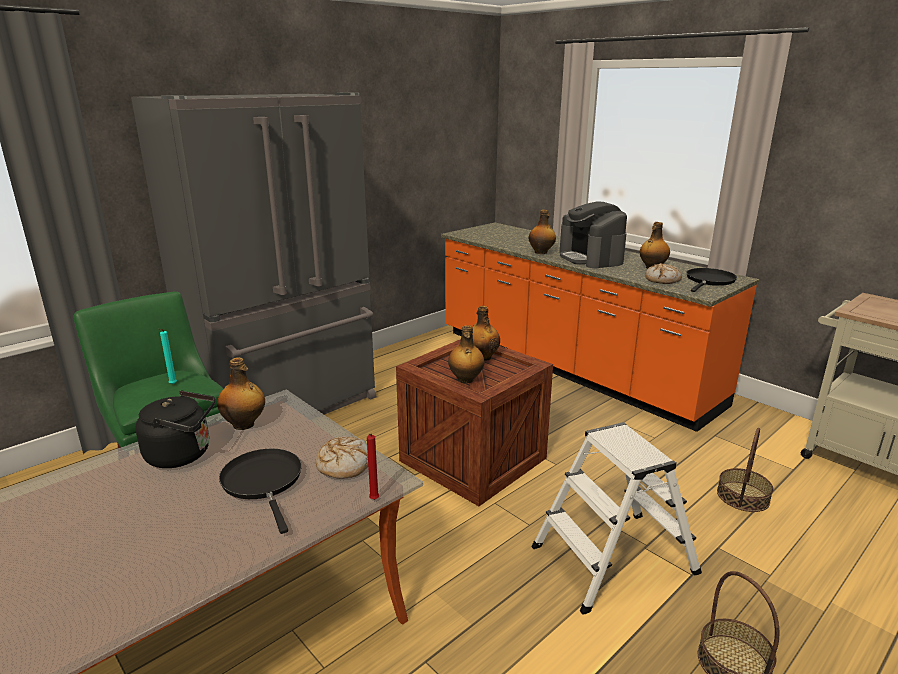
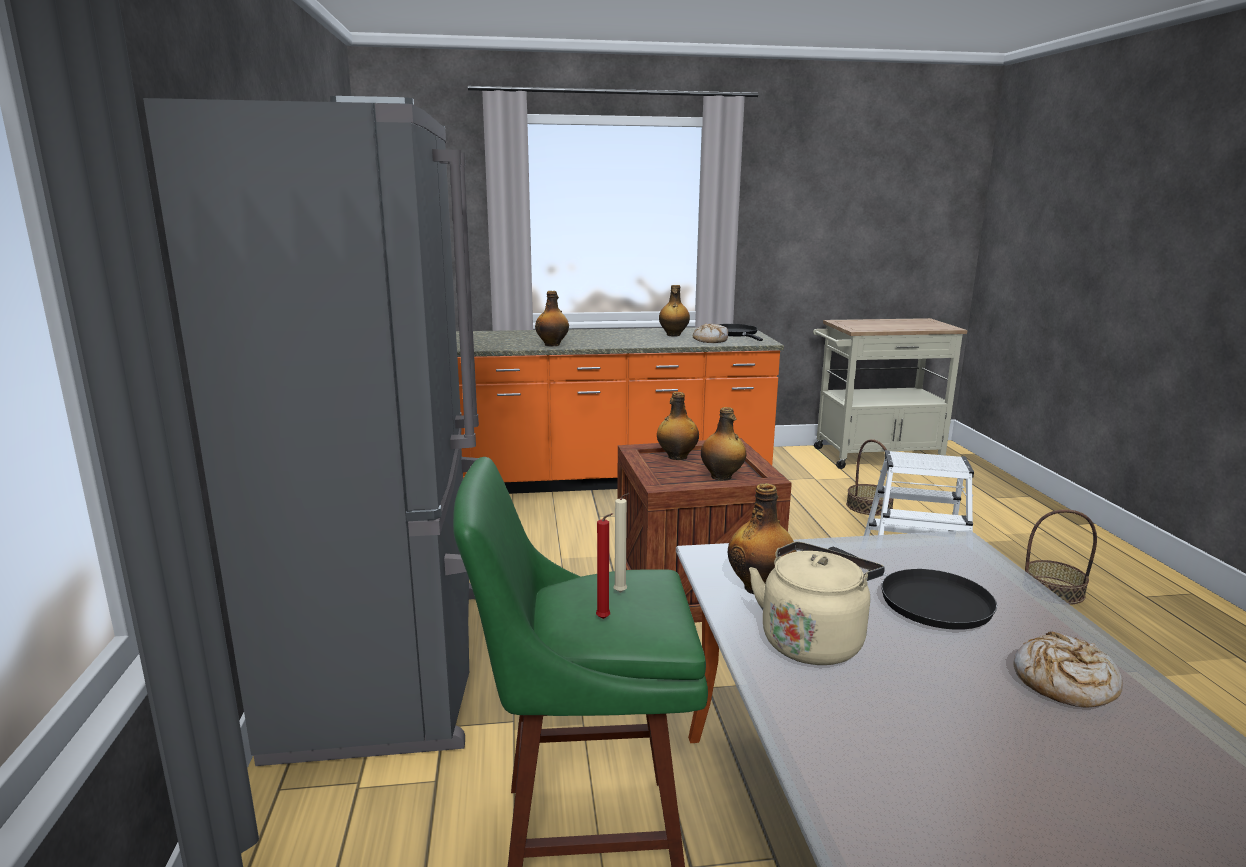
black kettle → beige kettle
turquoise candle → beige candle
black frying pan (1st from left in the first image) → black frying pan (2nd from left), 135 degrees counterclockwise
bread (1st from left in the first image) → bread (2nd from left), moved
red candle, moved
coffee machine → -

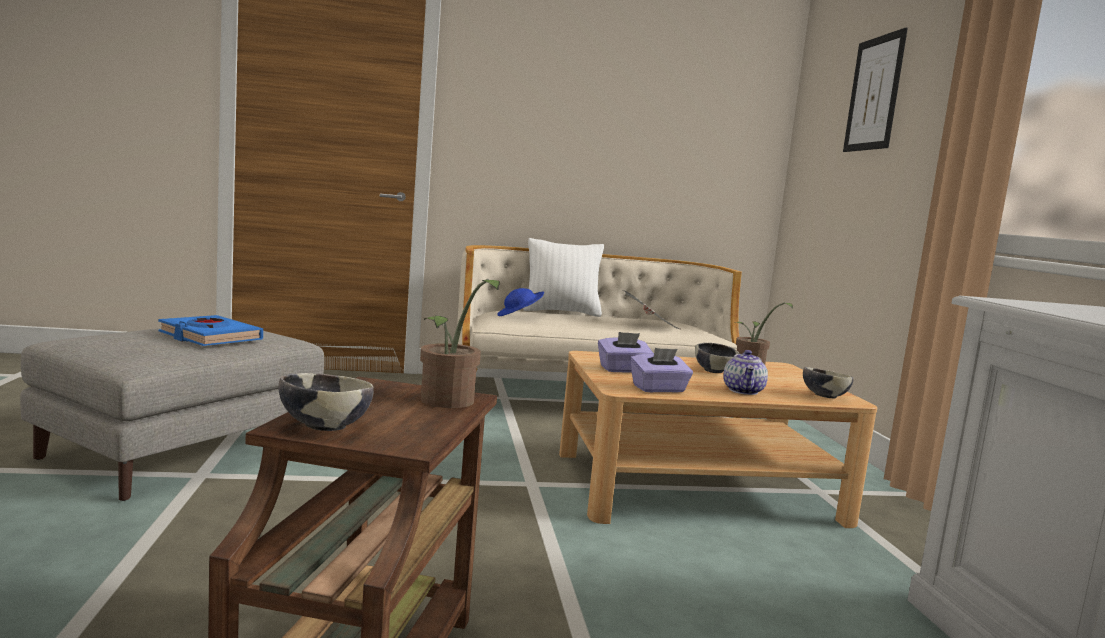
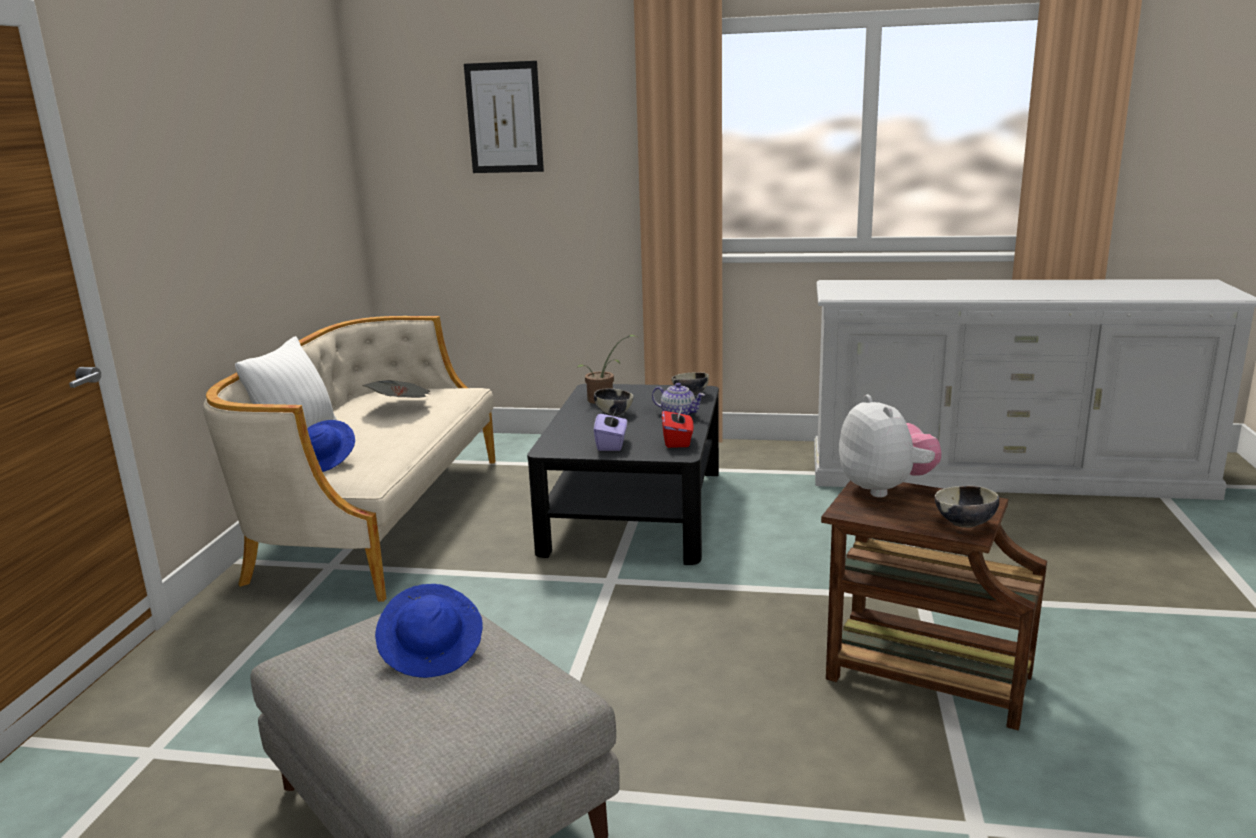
blue book → blue hat (2nd from left)
potted plant (1st from left) → plush toy
beige coffee table → black coffee table
purple tissue box (2nd from left) → red tissue box

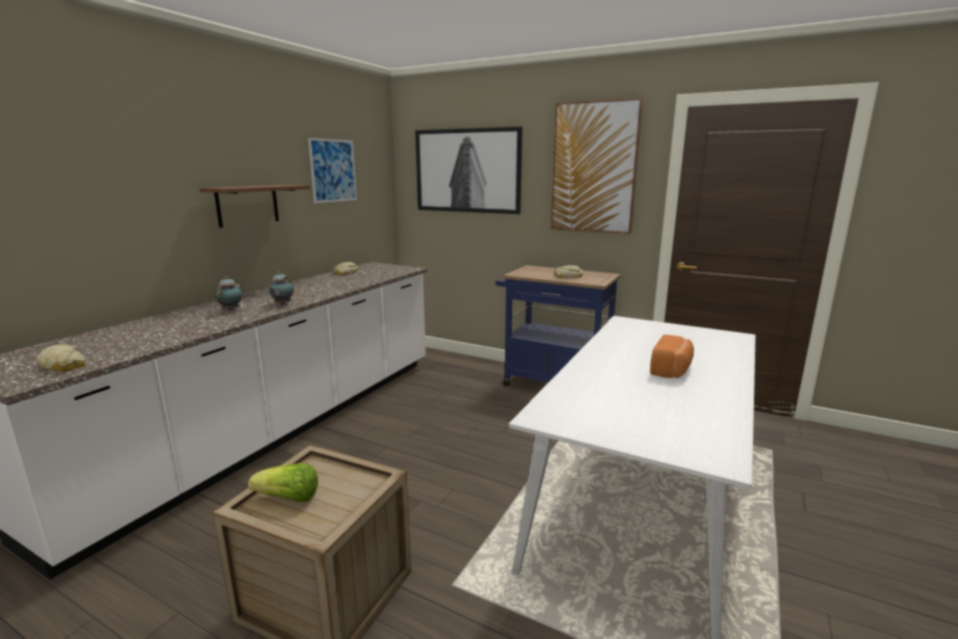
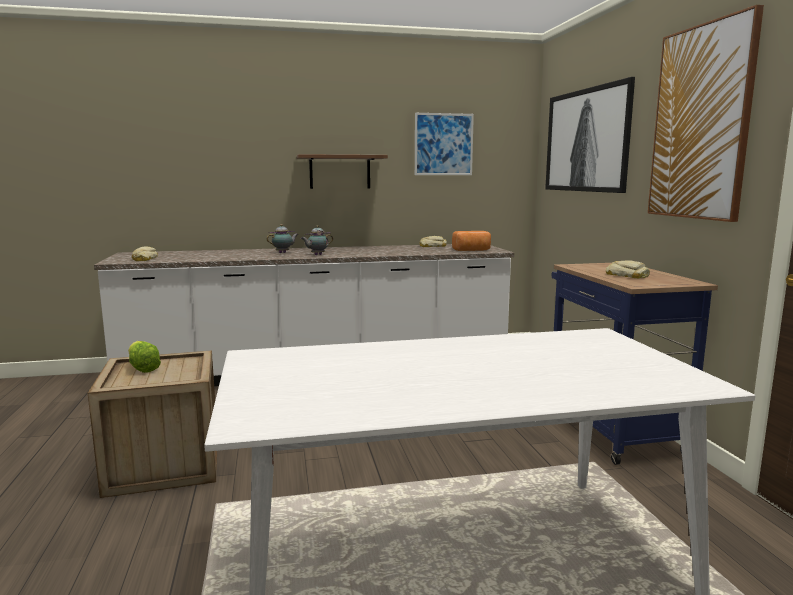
bread (4th from left in the first image) → bread (3rd from left), moved

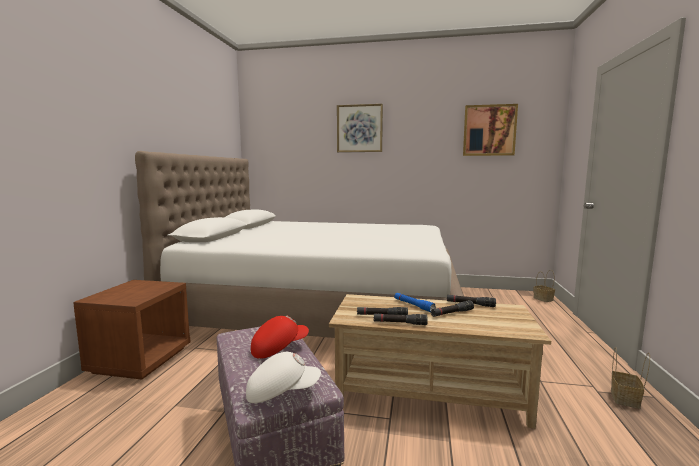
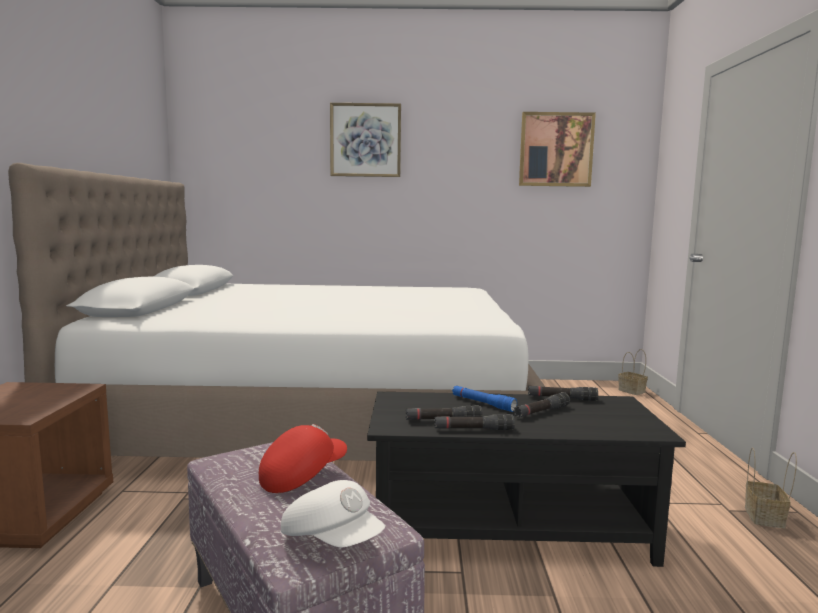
white cap, 60 degrees clockwise
beige coffee table → black coffee table

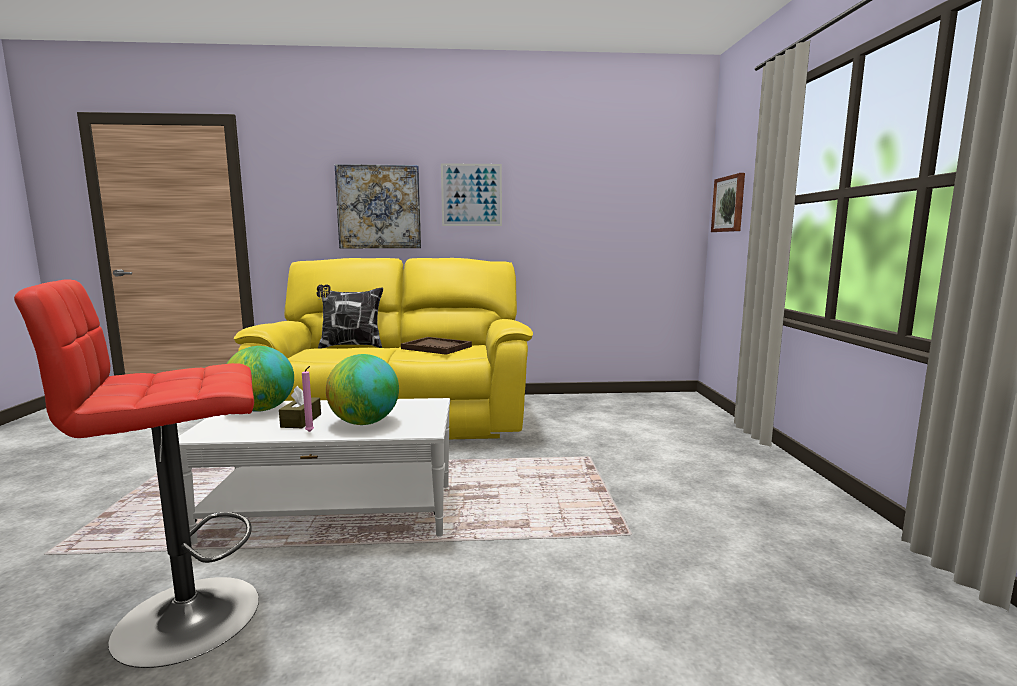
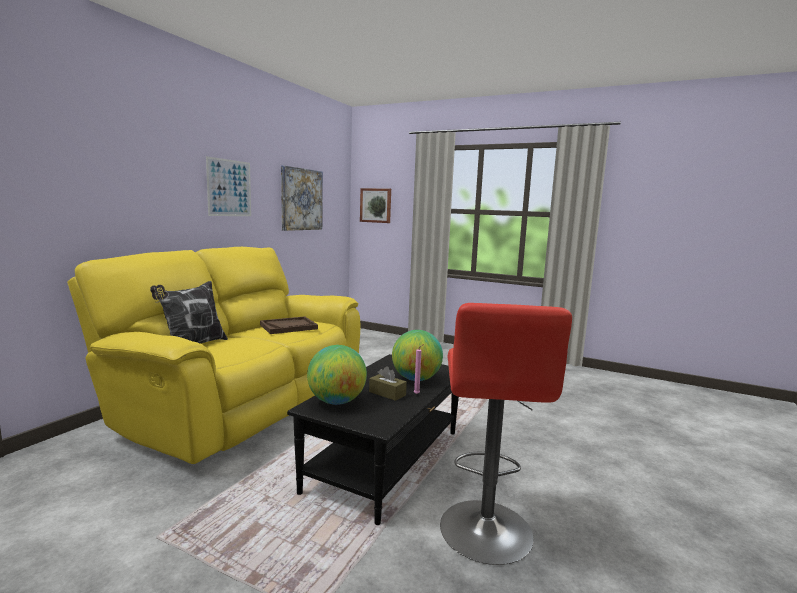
white coffee table → black coffee table
picture (1st from left in the first image) → picture (2nd from left), moved

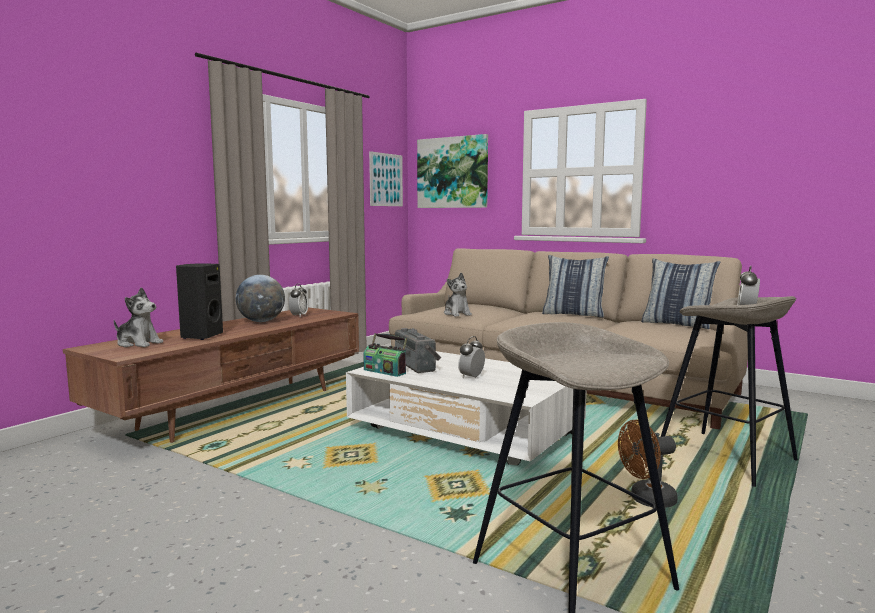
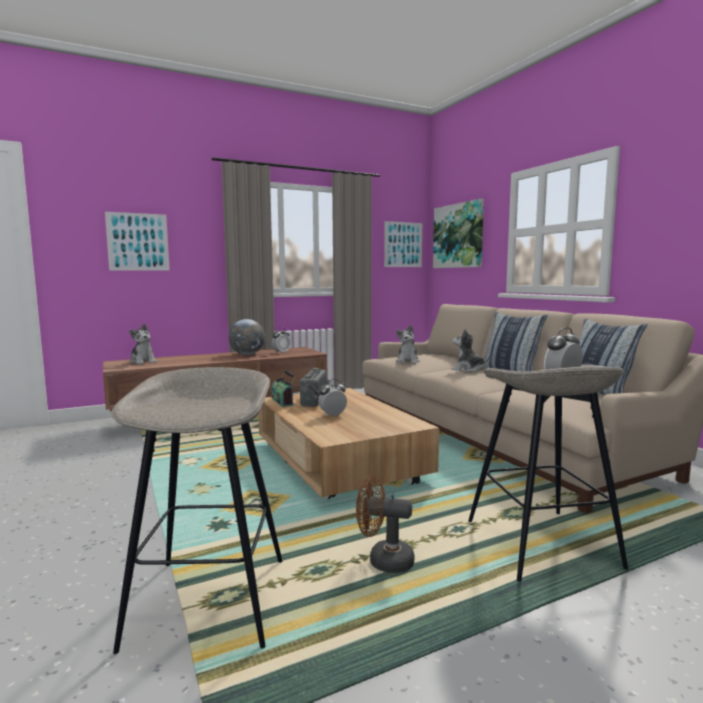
black speaker → -
white coffee table → brown coffee table
- → picture (1st from left)
- → plush toy (3rd from left)

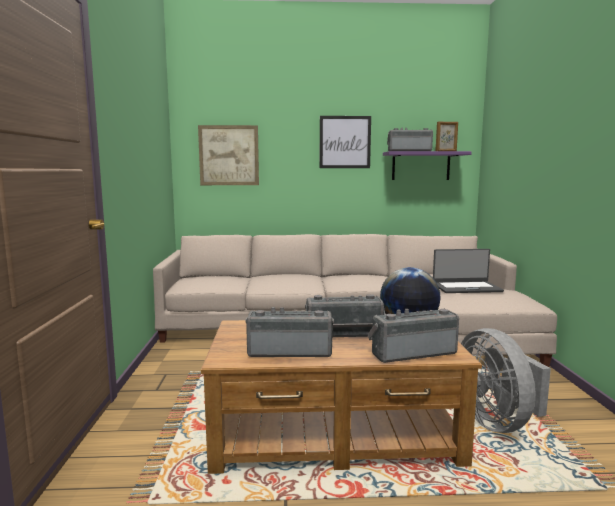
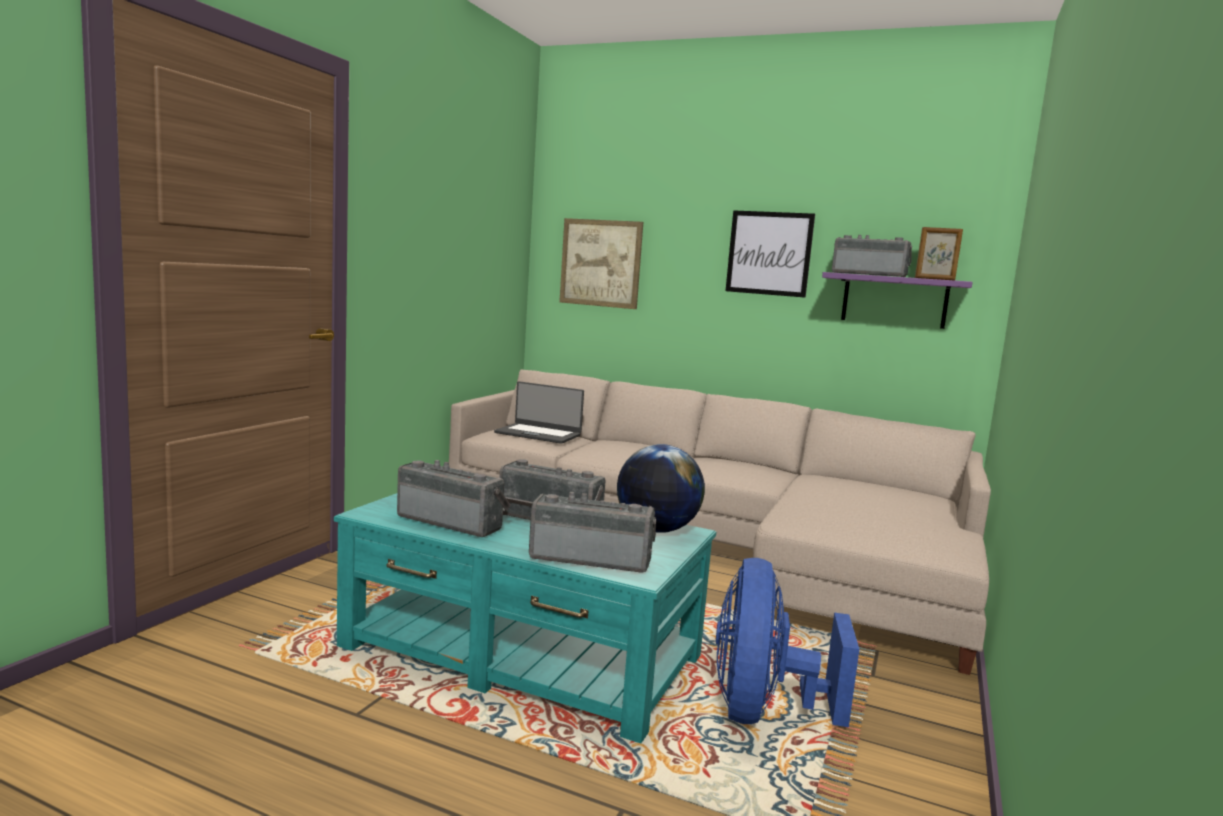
brown coffee table → turquoise coffee table
laptop, moved
grey fan → blue fan

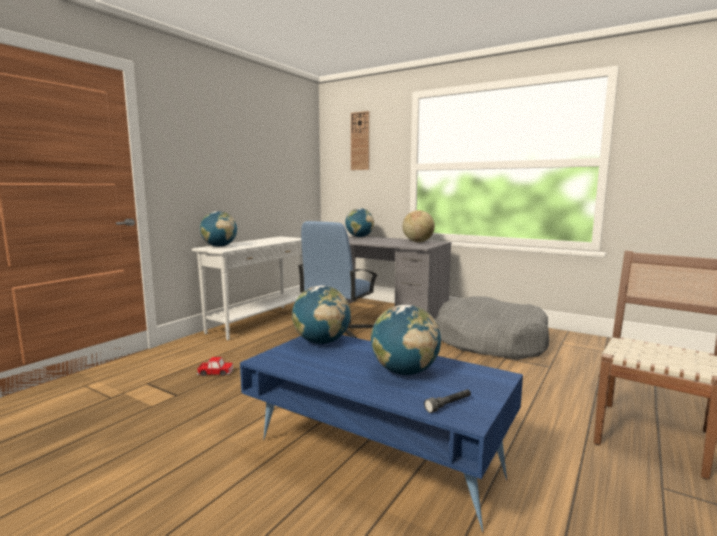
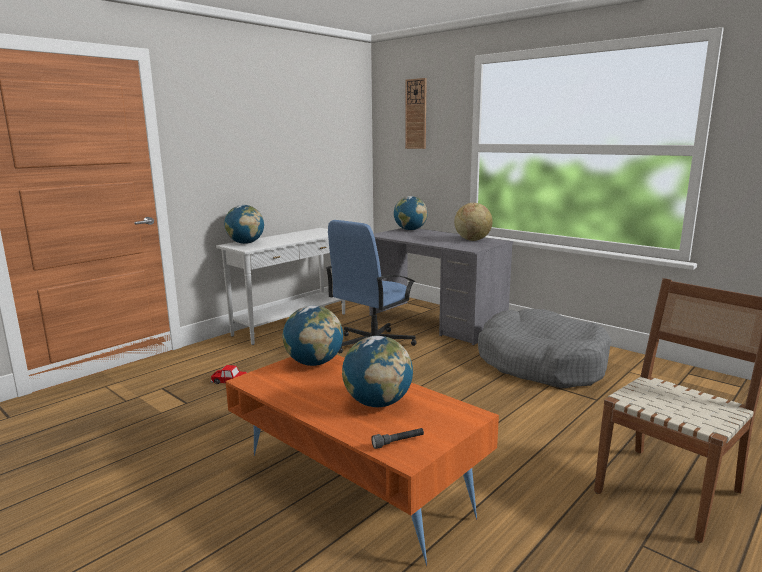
blue coffee table → orange coffee table

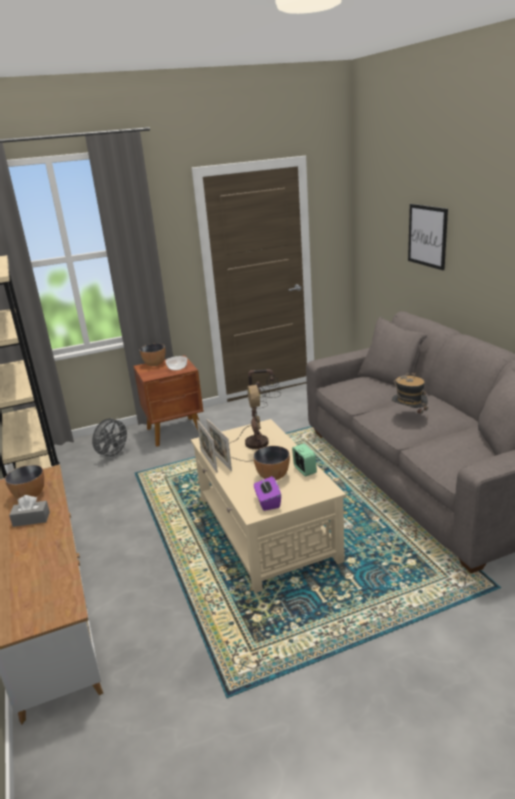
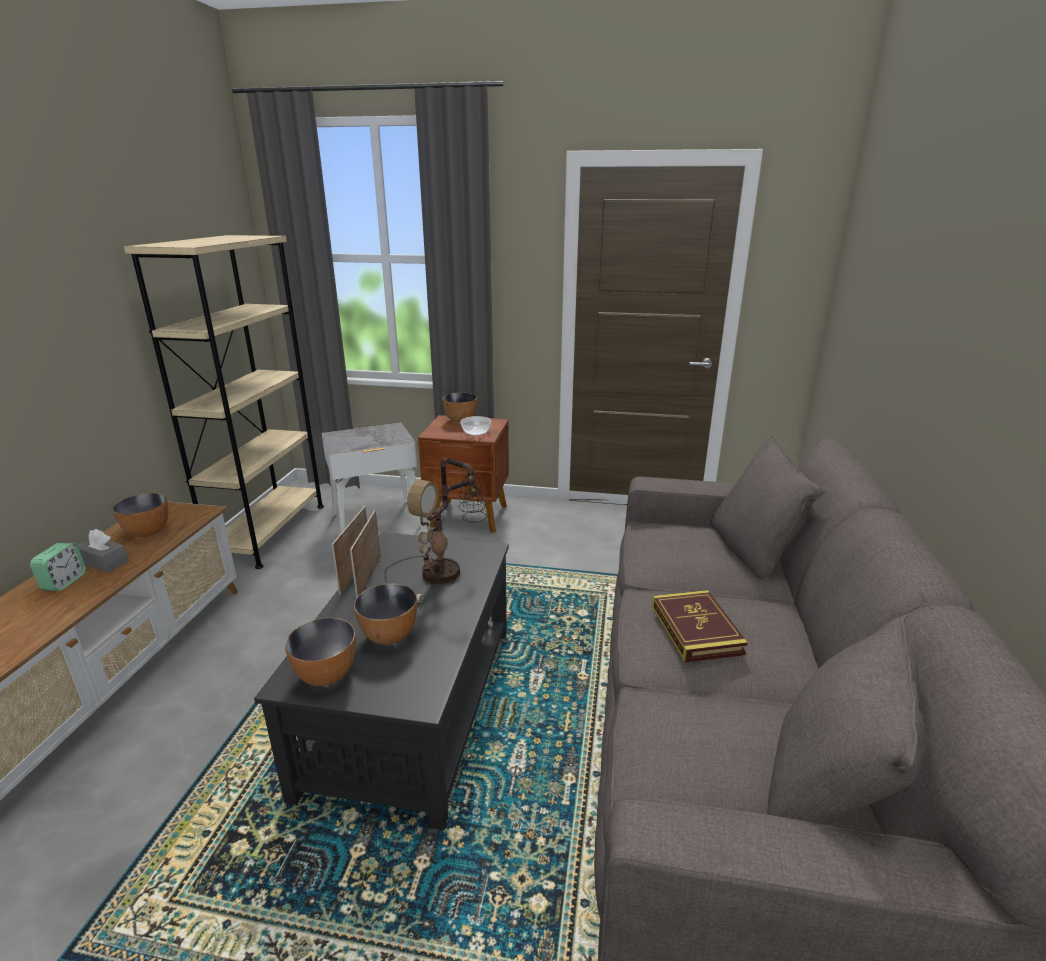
grey fan → side table
beige coffee table → black coffee table
purple tissue box → bowl (2nd from left)
alarm clock, moved
hat → book
picture → -

